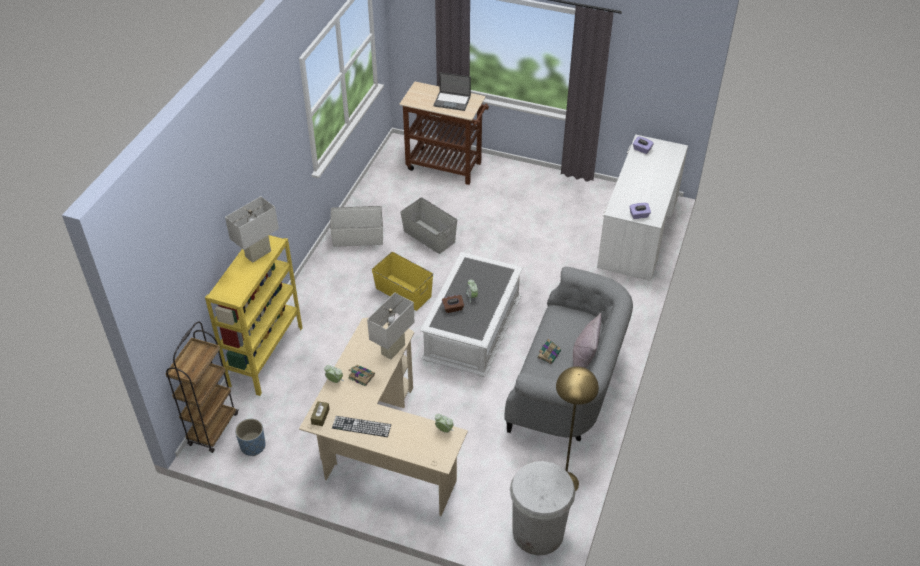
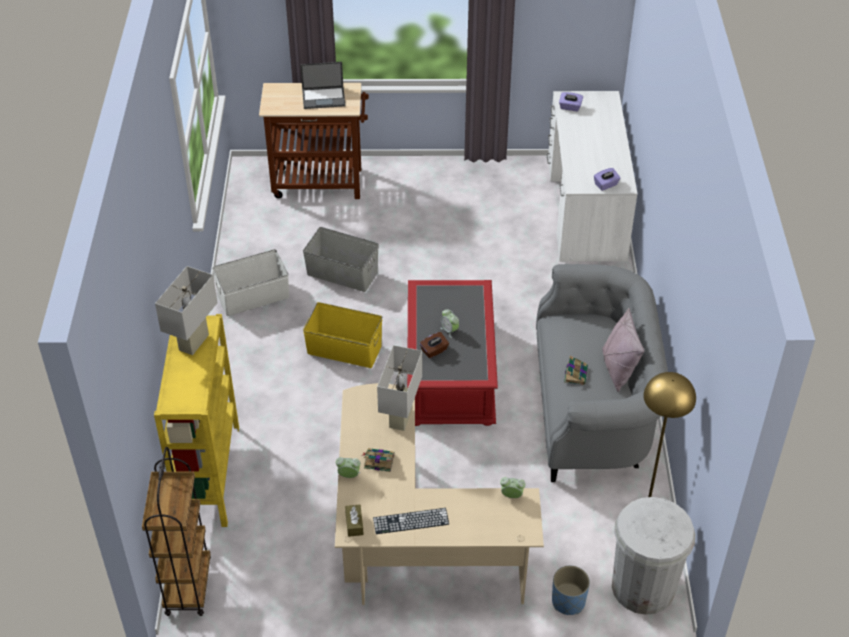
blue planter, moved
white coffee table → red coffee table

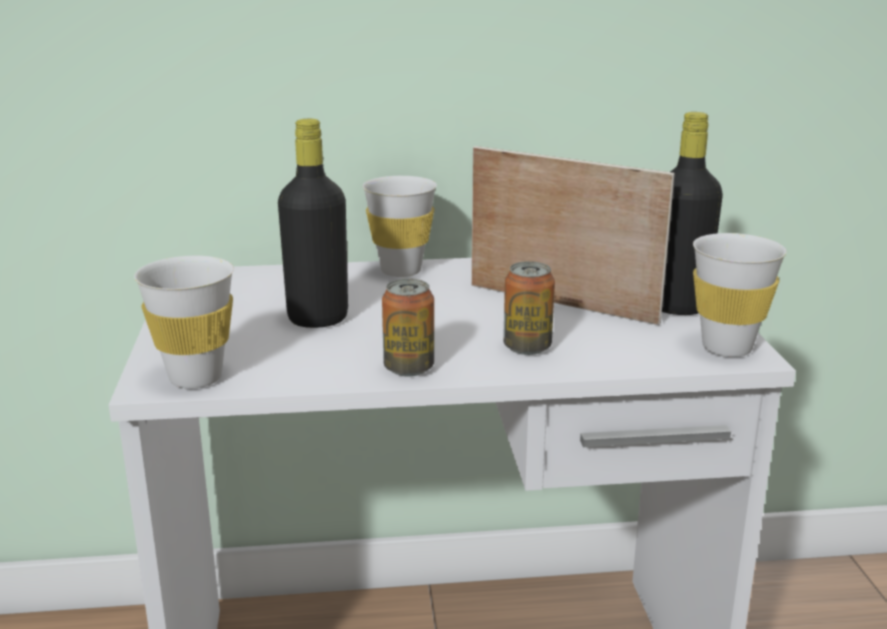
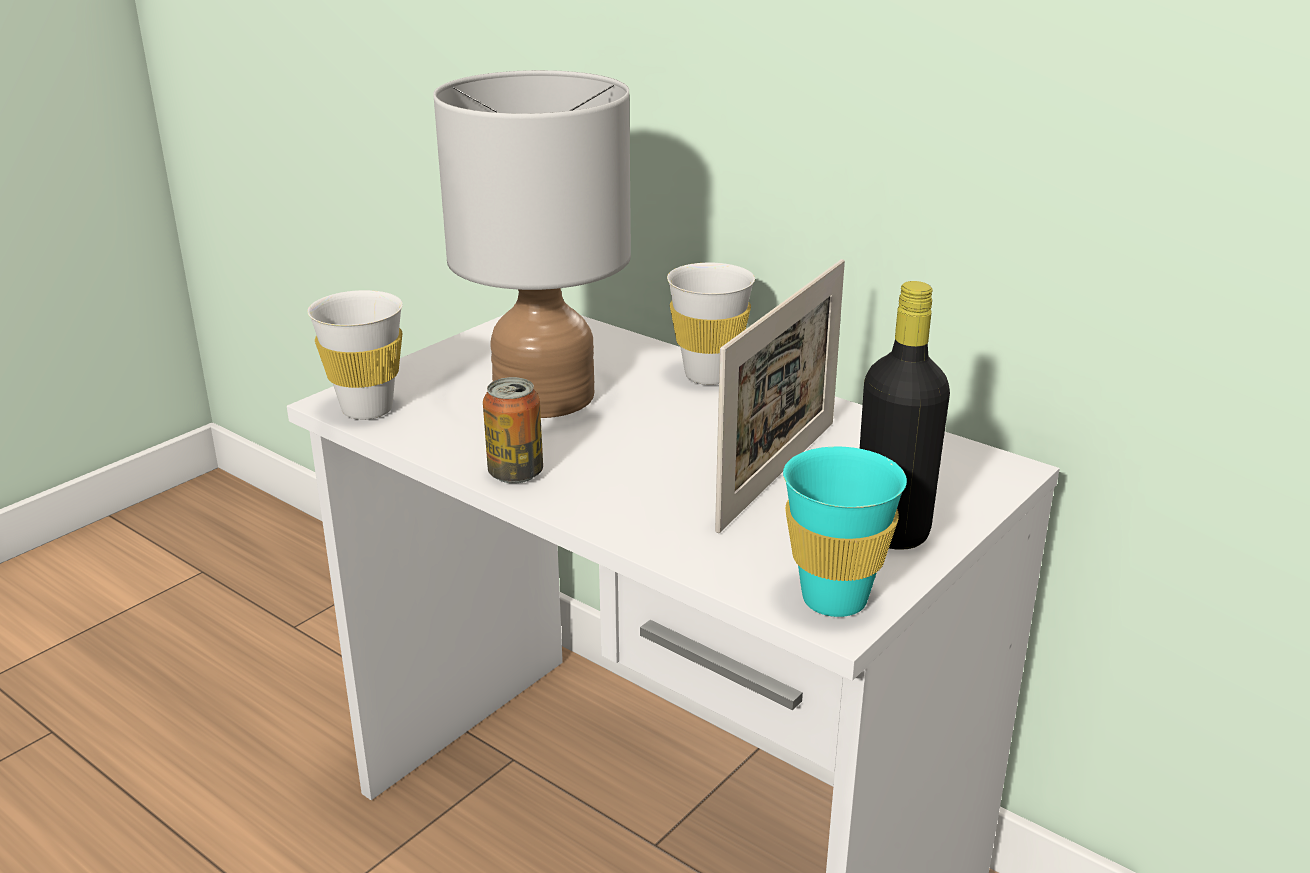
black bottle (1st from left) → grey table lamp
picture frame, 45 degrees clockwise
can (2nd from left) → -
white cup (3rd from left) → turquoise cup

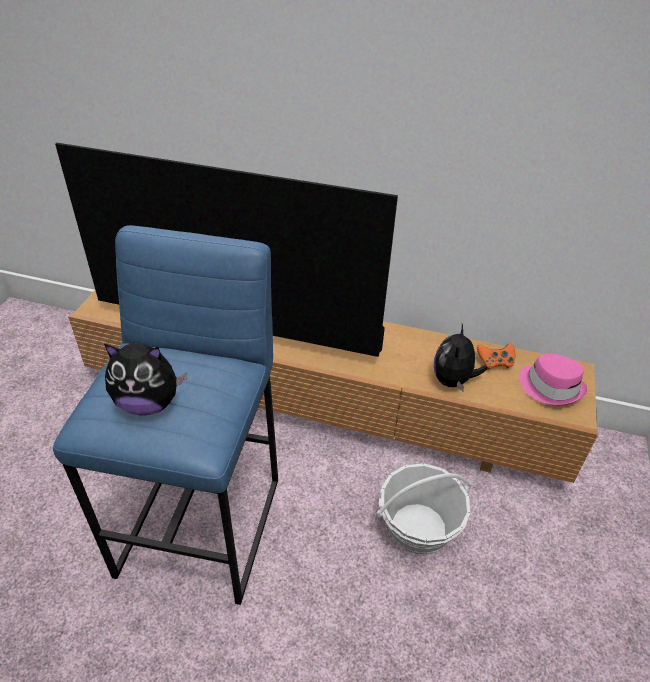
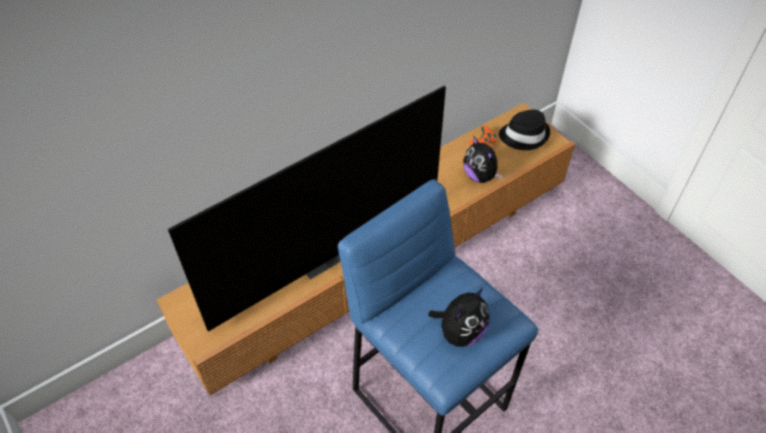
basket → -
pink hat → black hat

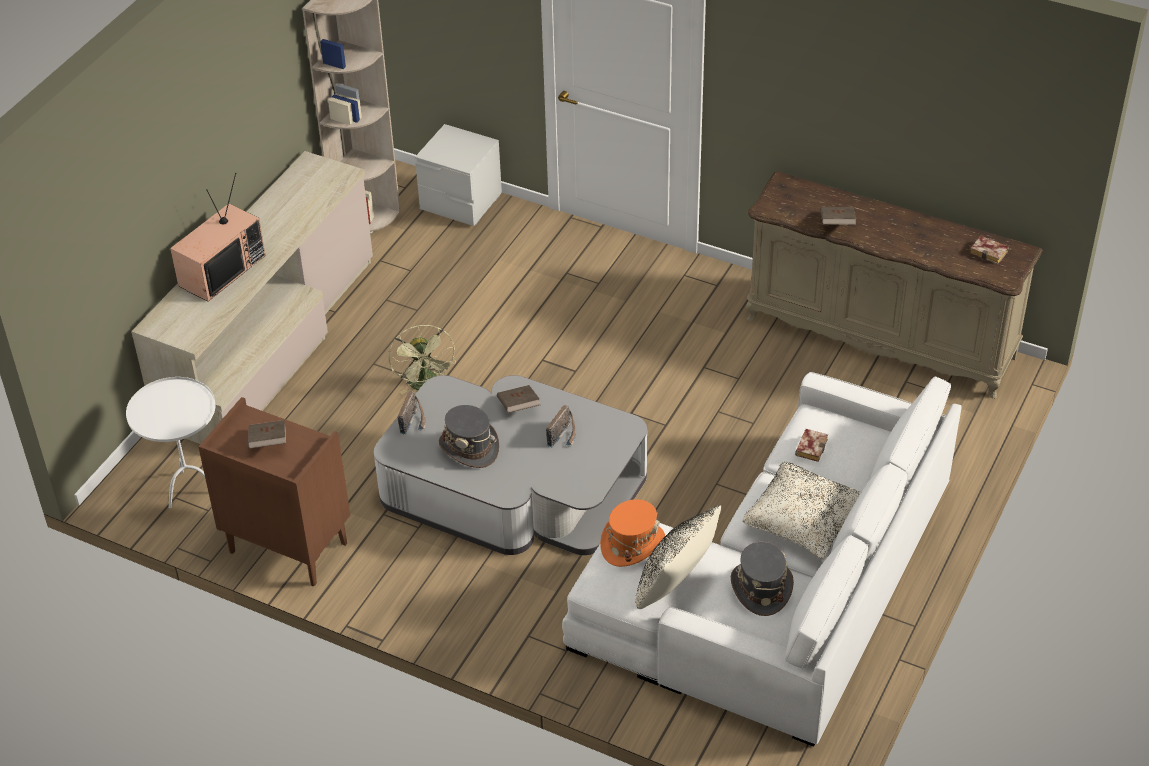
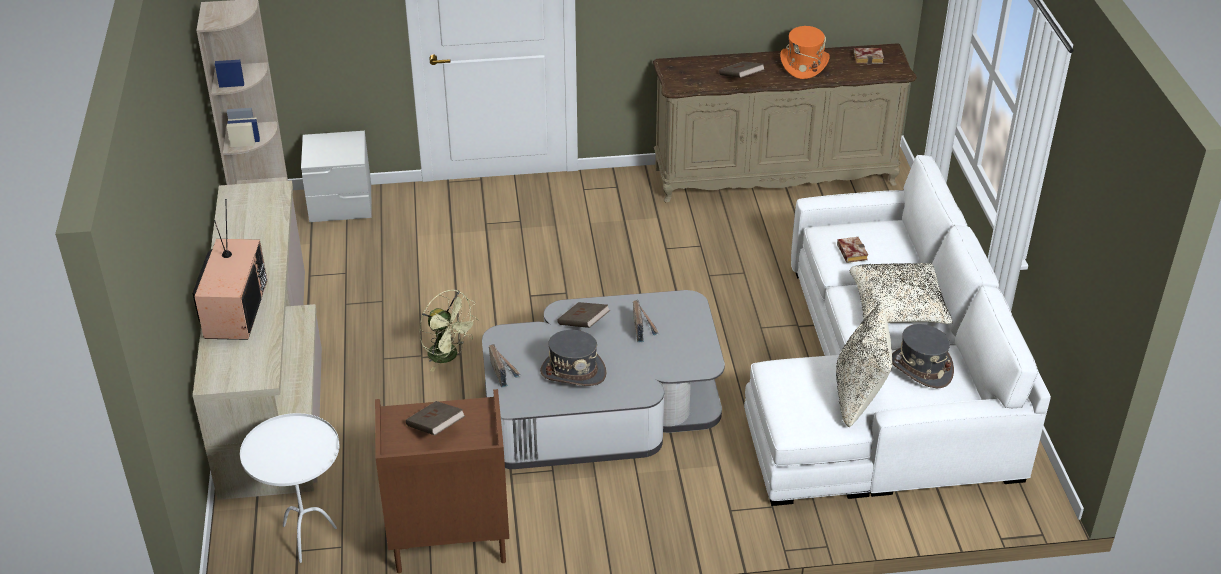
orange hat, moved

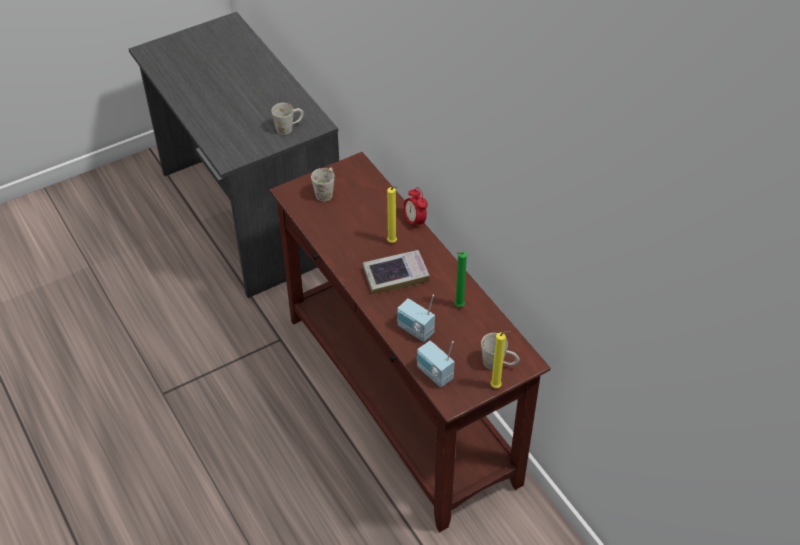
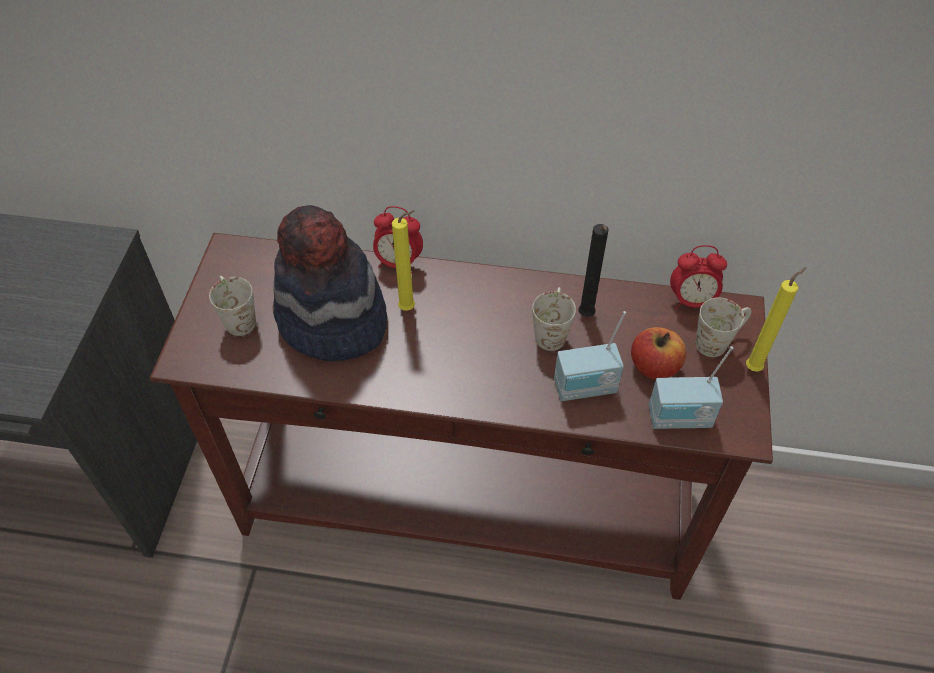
white mug (1st from left in the first image) → white mug (2nd from left), moved
book → -
green candle → black candle
- → hat
- → apple
- → alarm clock (2nd from left)

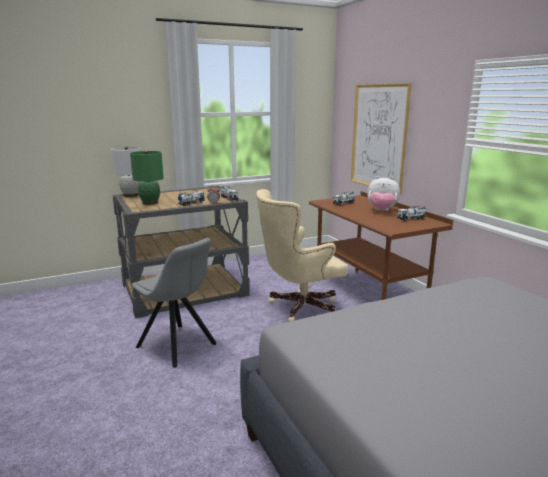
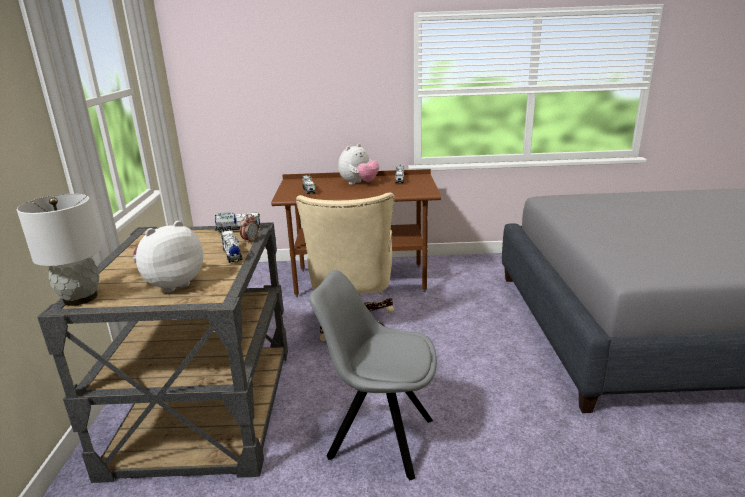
green table lamp → plush toy (1st from left)
grey chair, 135 degrees counterclockwise
picture → -

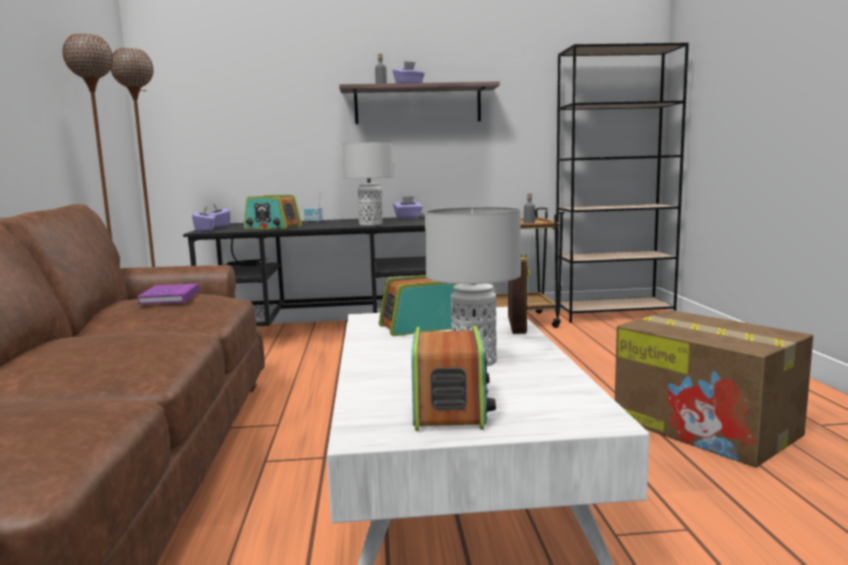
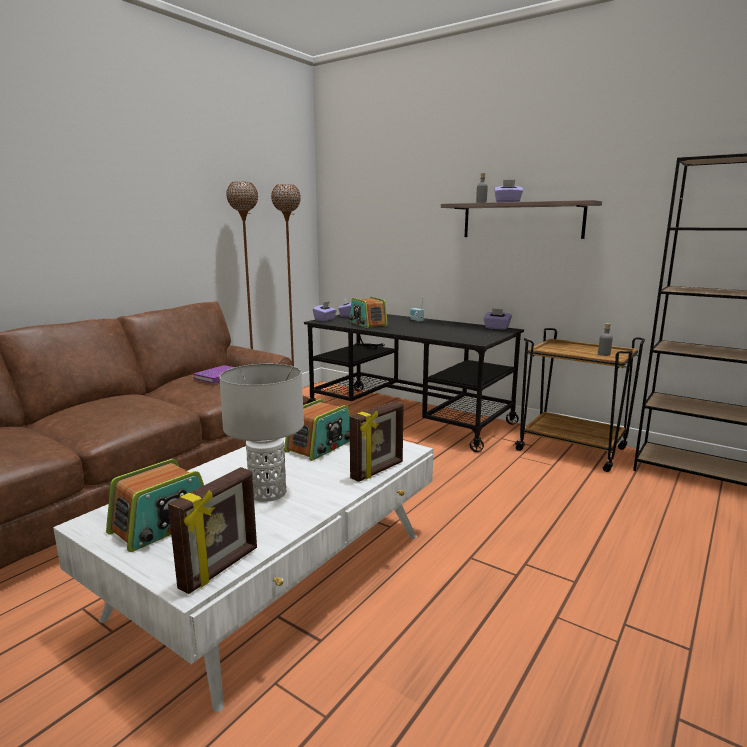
white table lamp (1st from left) → -
radio (3rd from left in the first image) → radio (2nd from left), 105 degrees clockwise
cardboard box → -
- → picture frame (1st from left)

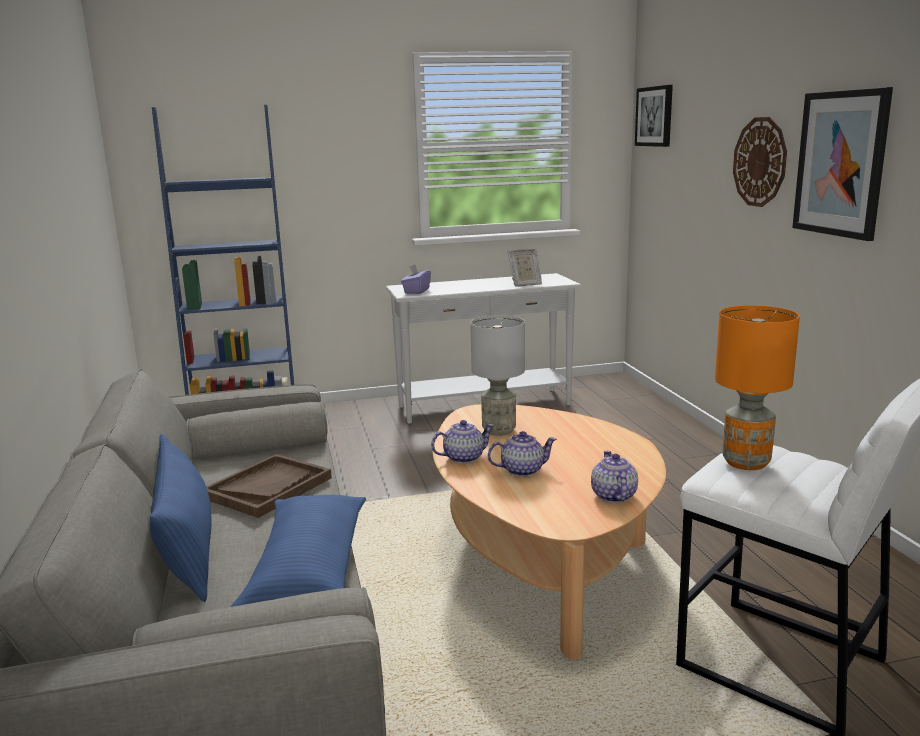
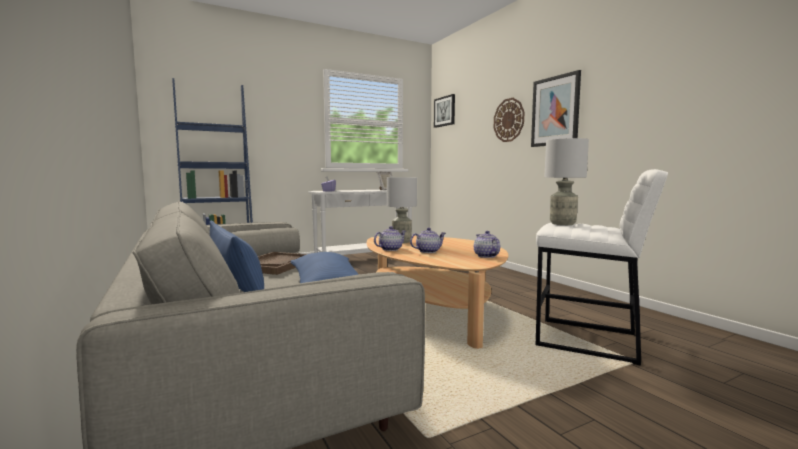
orange table lamp → grey table lamp (2nd from left)

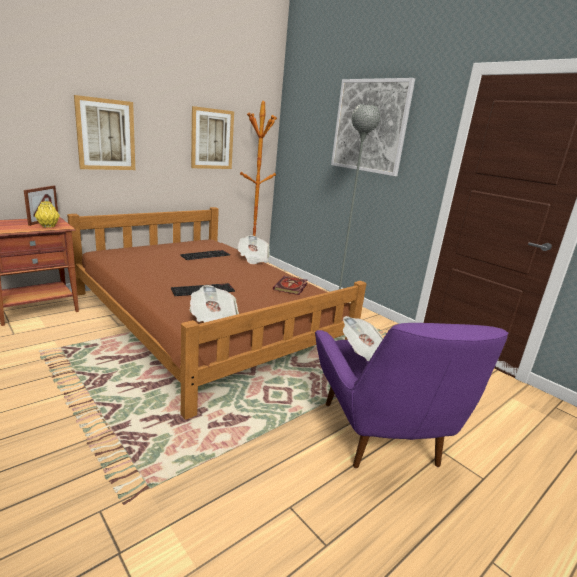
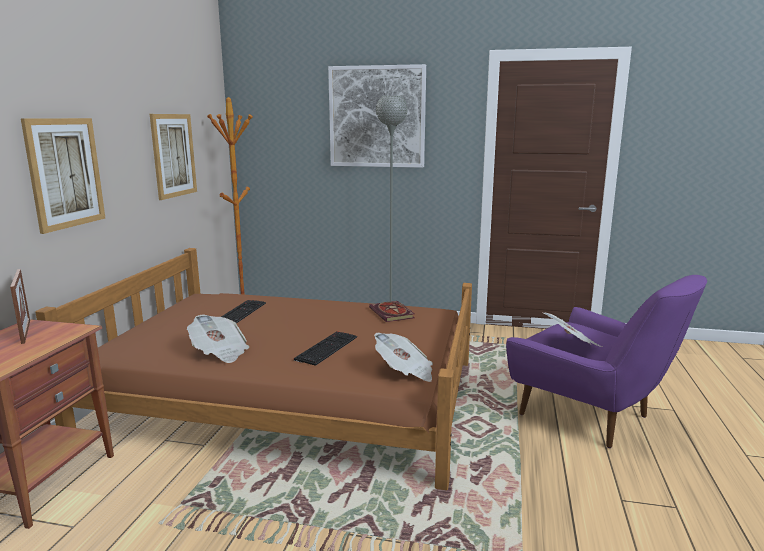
yellow vase → -
newspaper (2nd from left in the first image) → newspaper (1st from left), moved

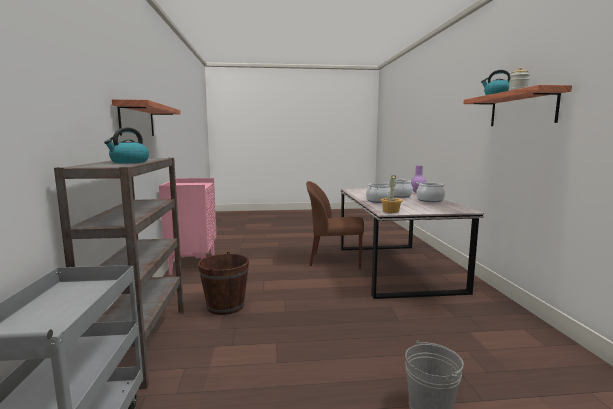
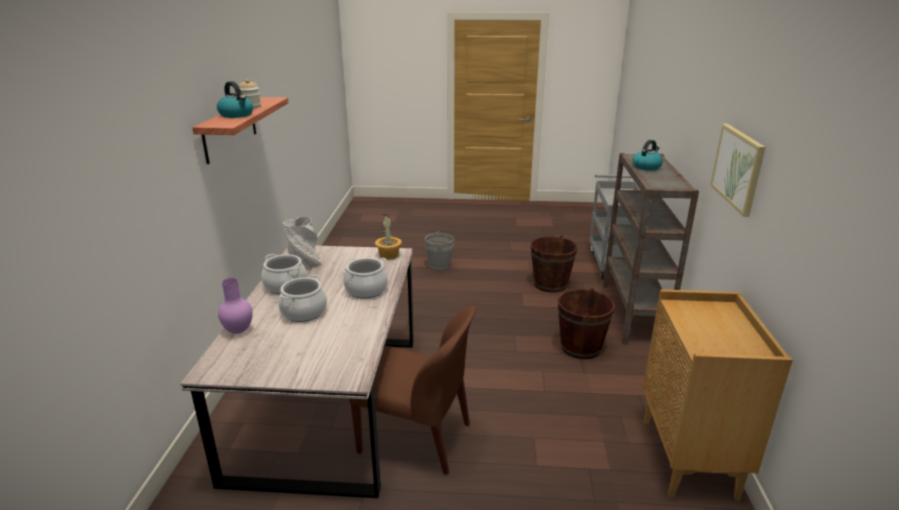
shelf (1st from left) → picture
pink cabinet → brown cabinet
- → grey vase
- → brown bucket (1st from left)

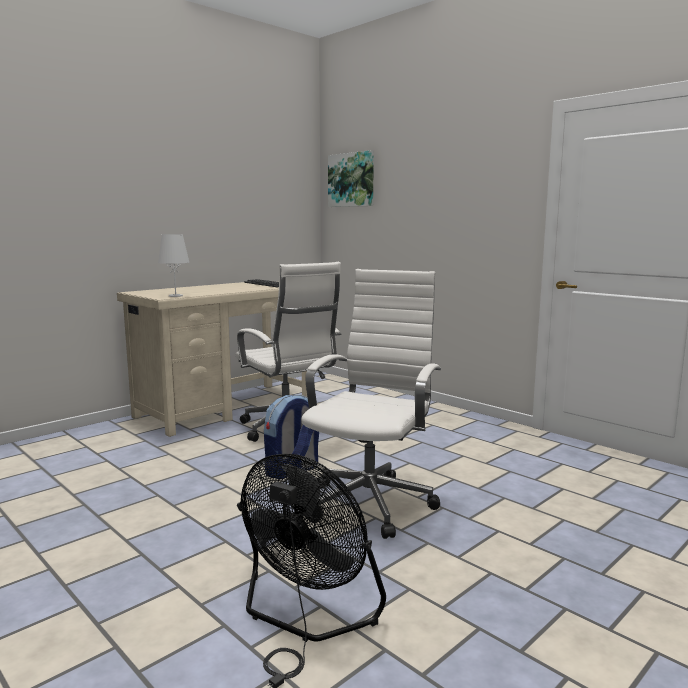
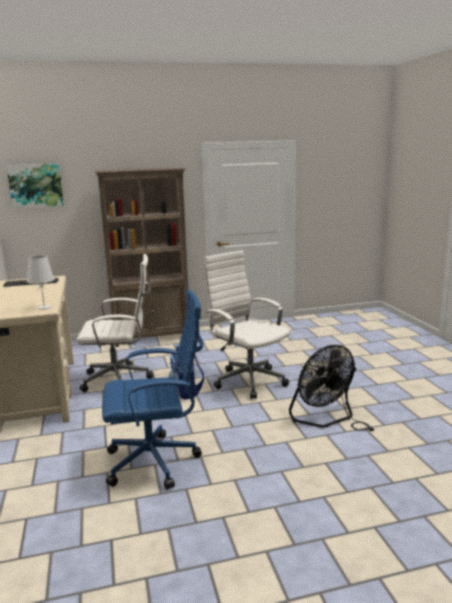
- → brown bookcase
- → blue office chair

